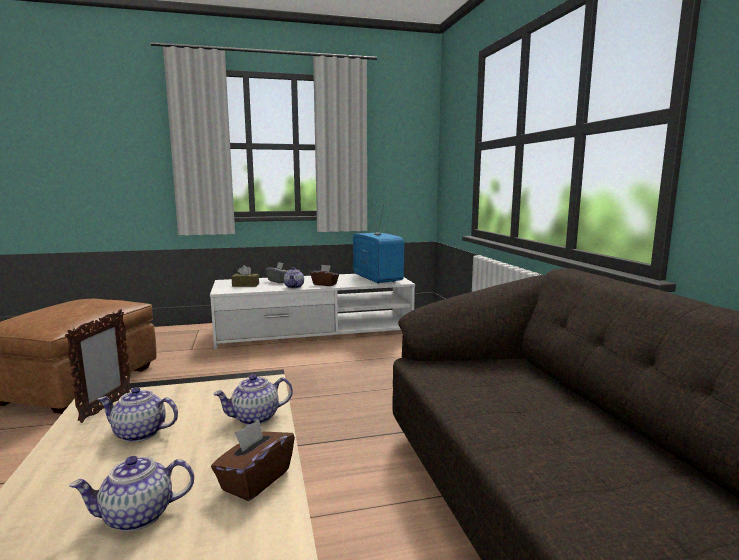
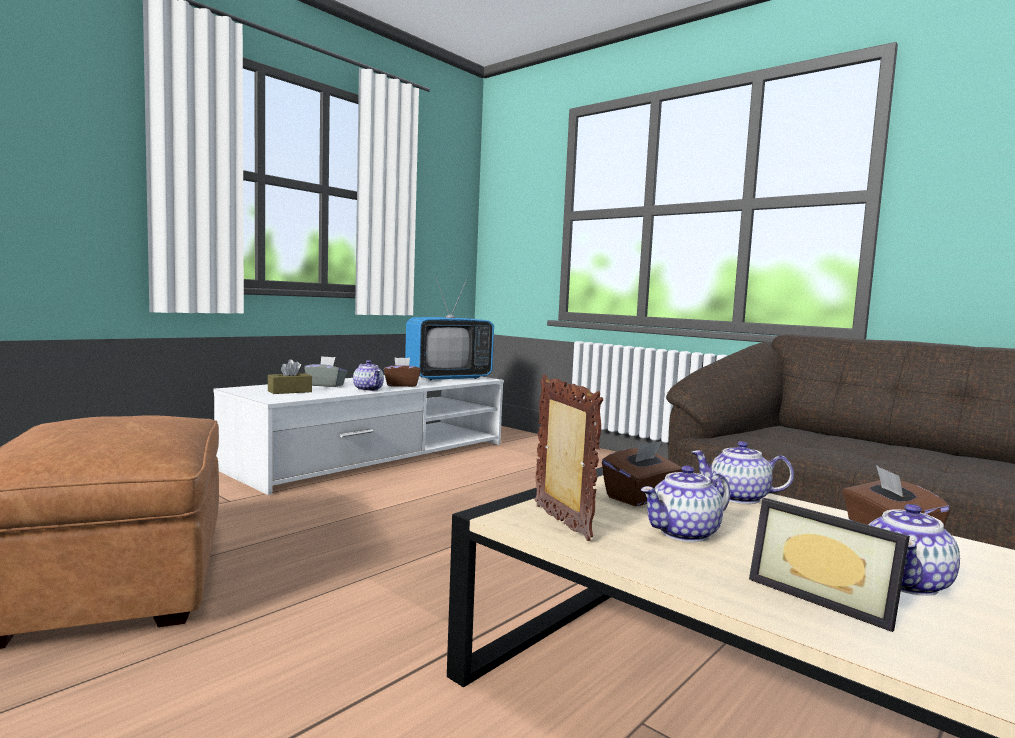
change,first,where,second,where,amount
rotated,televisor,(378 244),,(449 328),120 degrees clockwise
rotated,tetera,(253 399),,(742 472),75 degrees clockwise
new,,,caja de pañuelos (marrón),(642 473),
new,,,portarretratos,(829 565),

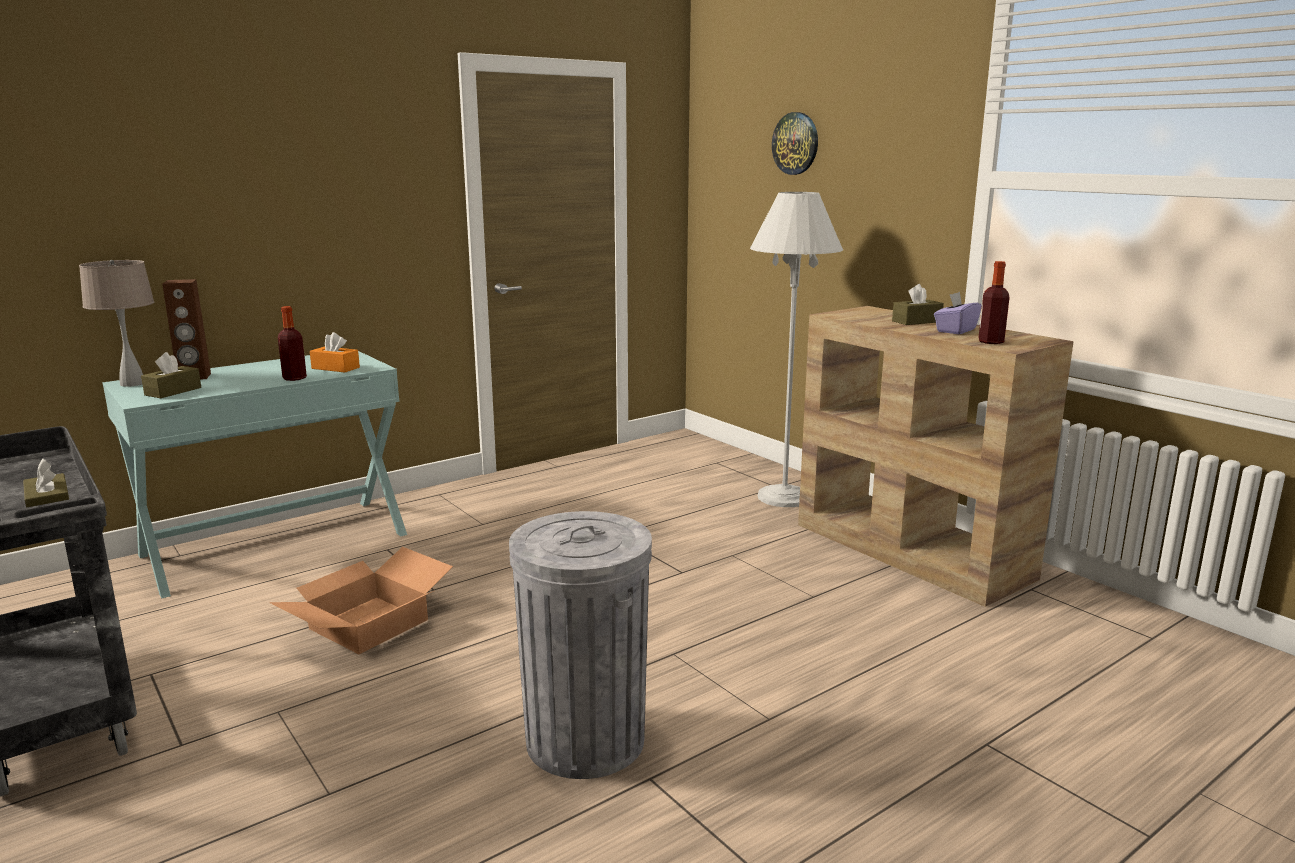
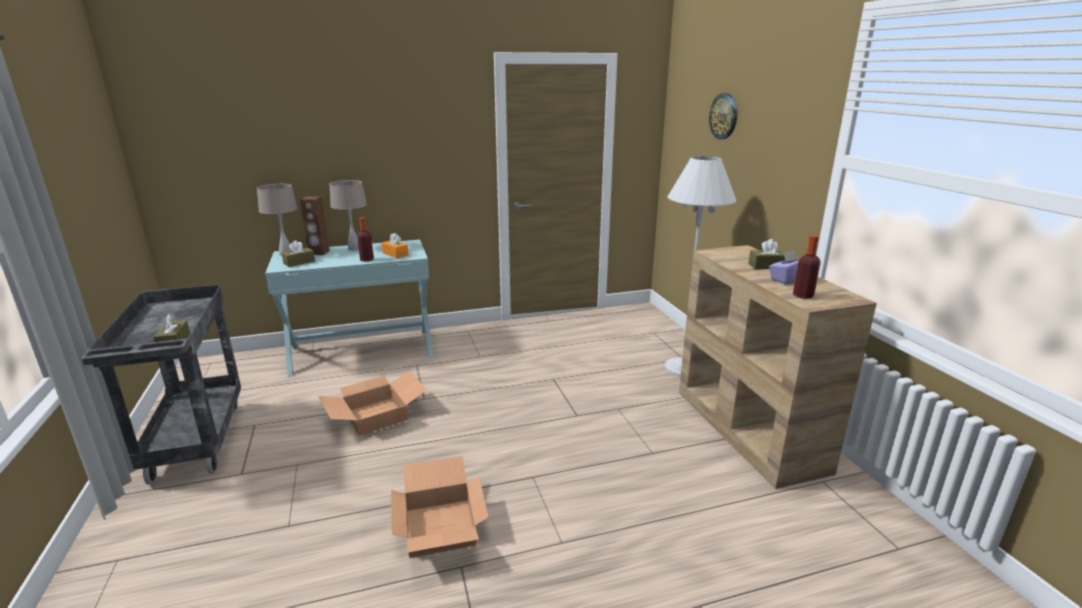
change,first,where,second,where,amount
swapped,papelera (gris),(580 645),caja de cartón,(439 507),
new,,,lámpara de mesa (beis),(348 215),

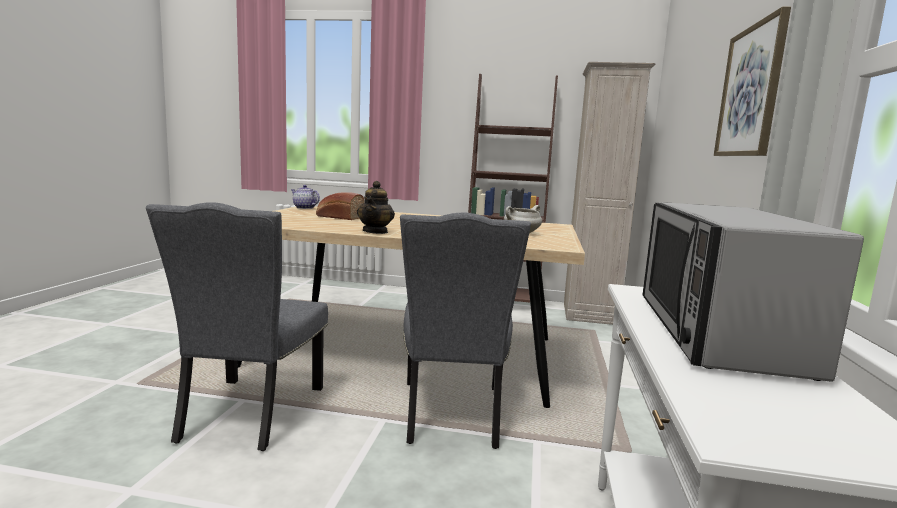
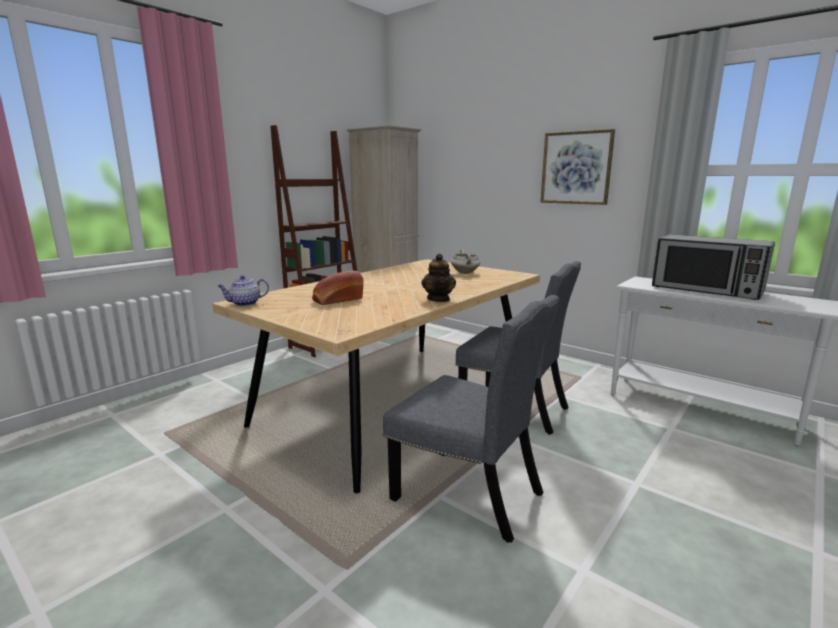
change,first,where,second,where,amount
rotated,tetera,(376 207),,(438 278),45 degrees clockwise

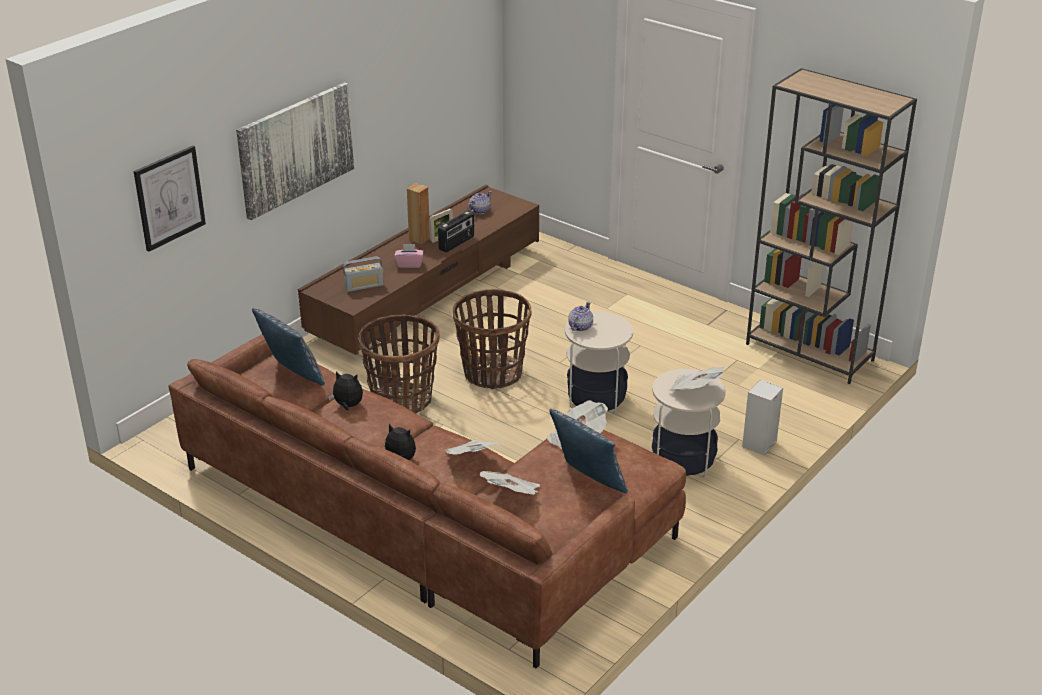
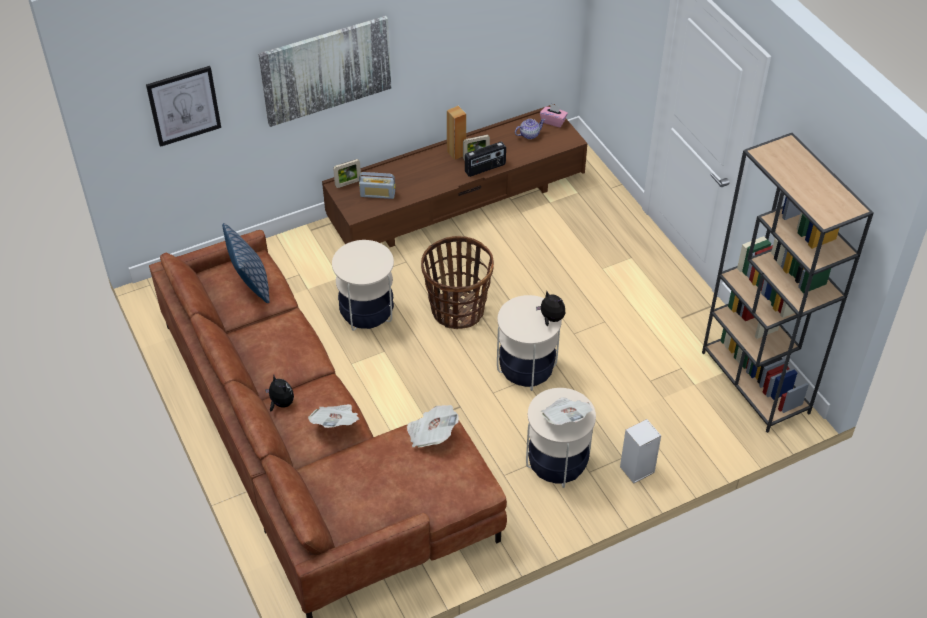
change,first,where,second,where,amount
shifted,caja de pañuelos (rosa),(409 256),,(554 115),
gone,tetera,(580 316),,,
swapped,cesta,(399 363),mesa auxiliar (beis),(363 285),
shifted,peluche,(345 390),,(550 308),
gone,cojín,(588 451),,,
gone,periódico,(510 483),,,
new,,,portarretratos,(347 173),

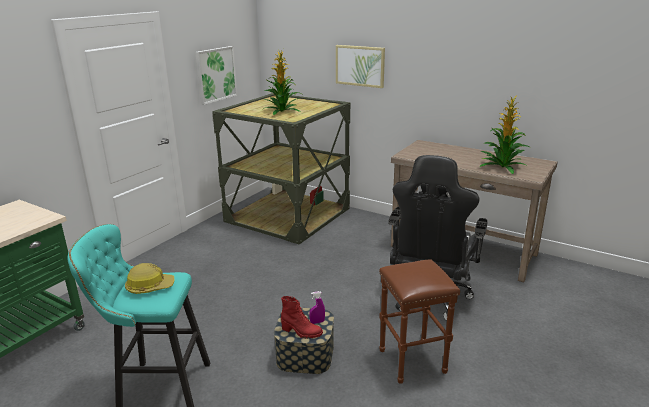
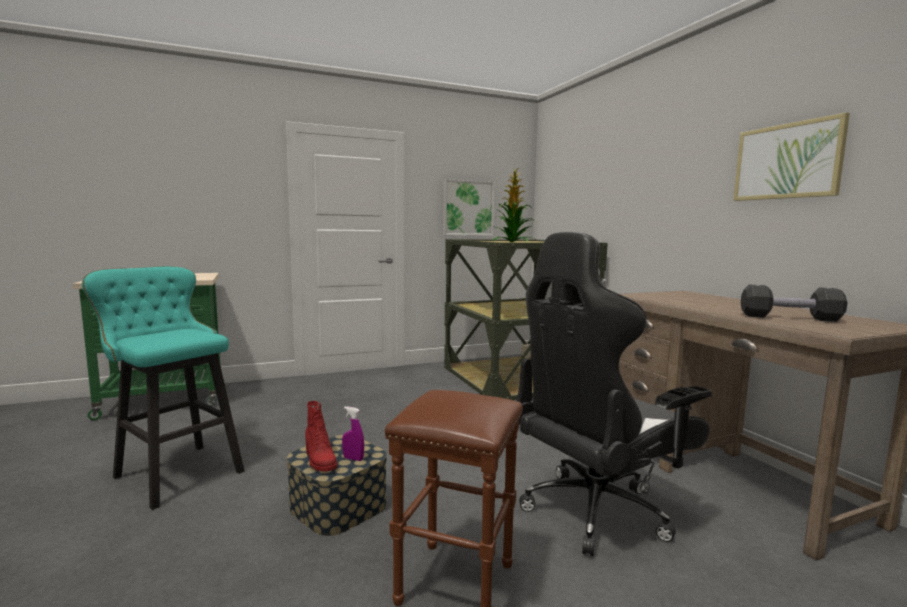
change,first,where,second,where,amount
shifted,cuadro,(360 66),,(791 156),
swapped,planta en maceta,(505 134),mancuerna (negro),(794 303),
gone,casco,(149 278),,,

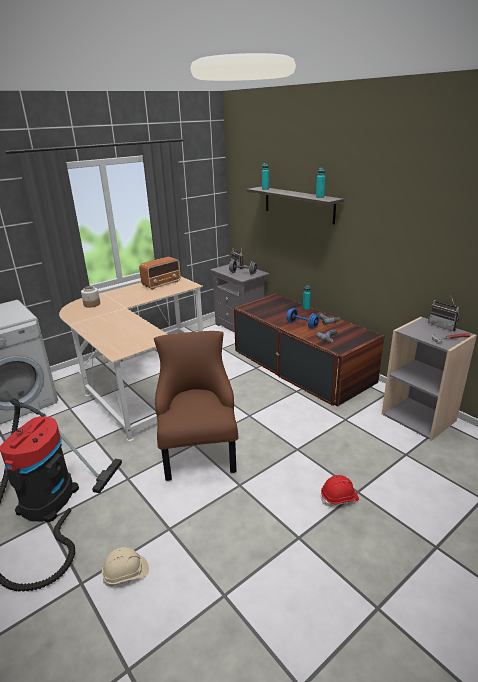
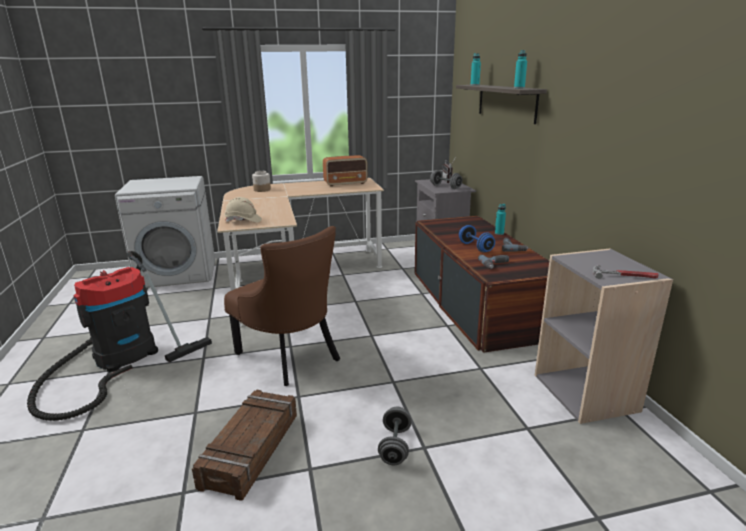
change,first,where,second,where,amount
gone,radio,(444 313),,,
rotated,silla (marrón),(196 406),,(282 306),120 degrees clockwise
swapped,casco (rojo),(340 490),mancuerna (gris),(395 436),
shifted,casco (beis),(125 566),,(243 210),
new,,,caja de embalaje,(244 445),

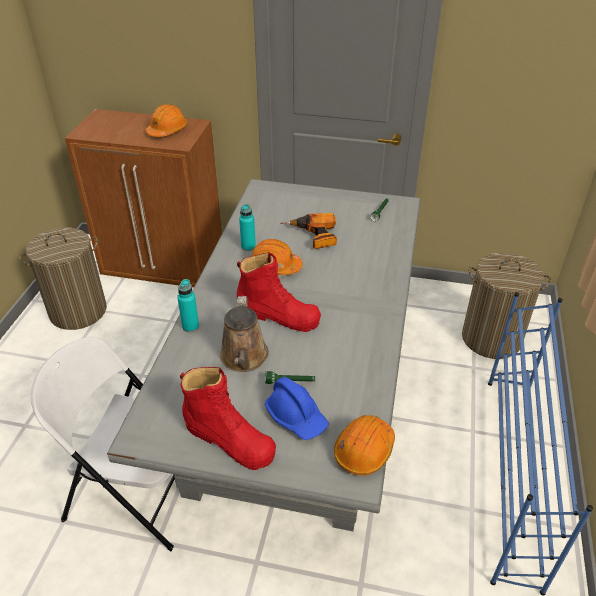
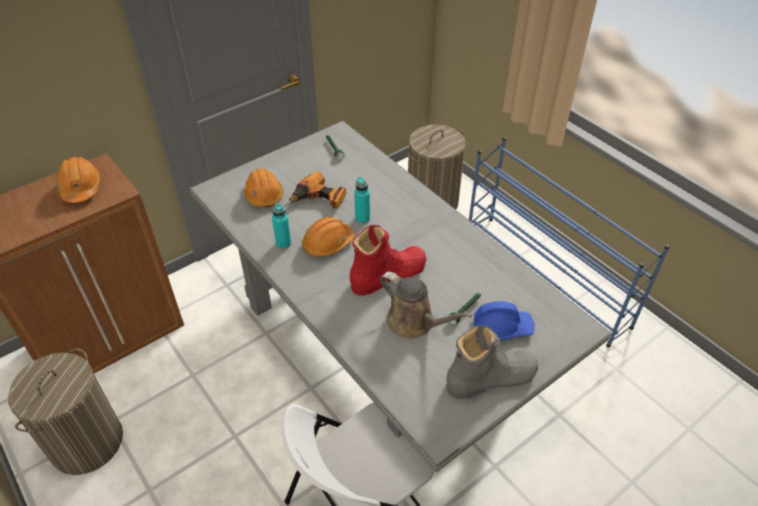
change,first,where,second,where,amount
shifted,botella (turquesa),(188 305),,(362 200),
repainted,bota (rojo),(228 418),bota (gris),(492 362),
shifted,casco (naranja),(364 445),,(263 188),

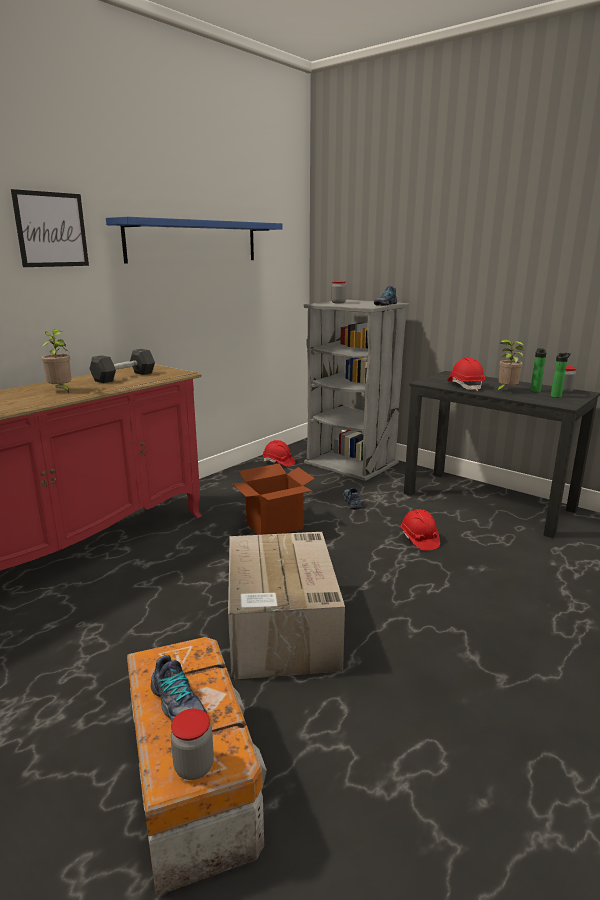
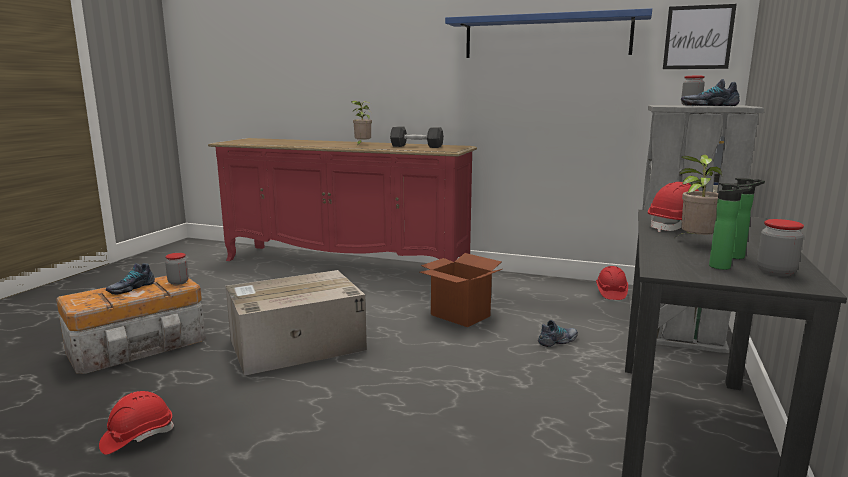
change,first,where,second,where,amount
shifted,cuadro,(50 228),,(700 36),
shifted,casco (rojo),(420 530),,(136 423),
shifted,tarro,(192 744),,(177 269),

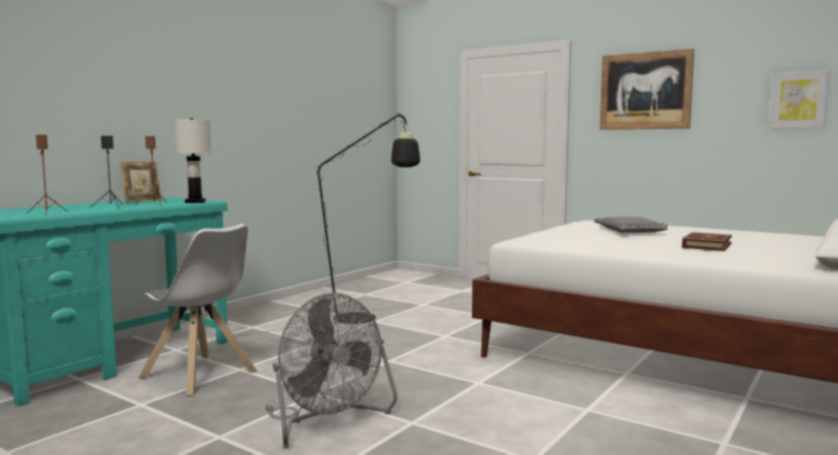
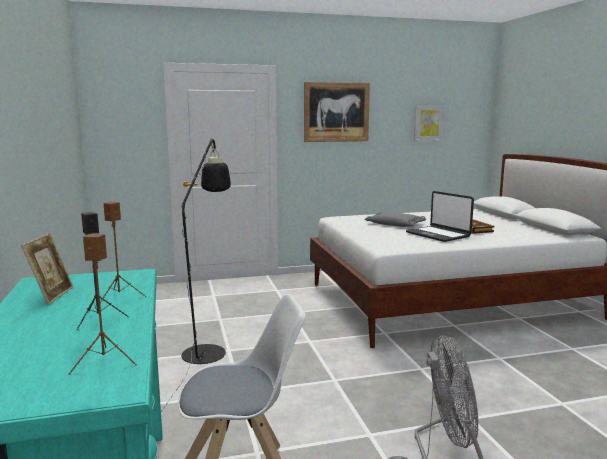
change,first,where,second,where,amount
gone,lámpara de mesa (blanco),(192 160),,,
new,,,portátil,(440 216),

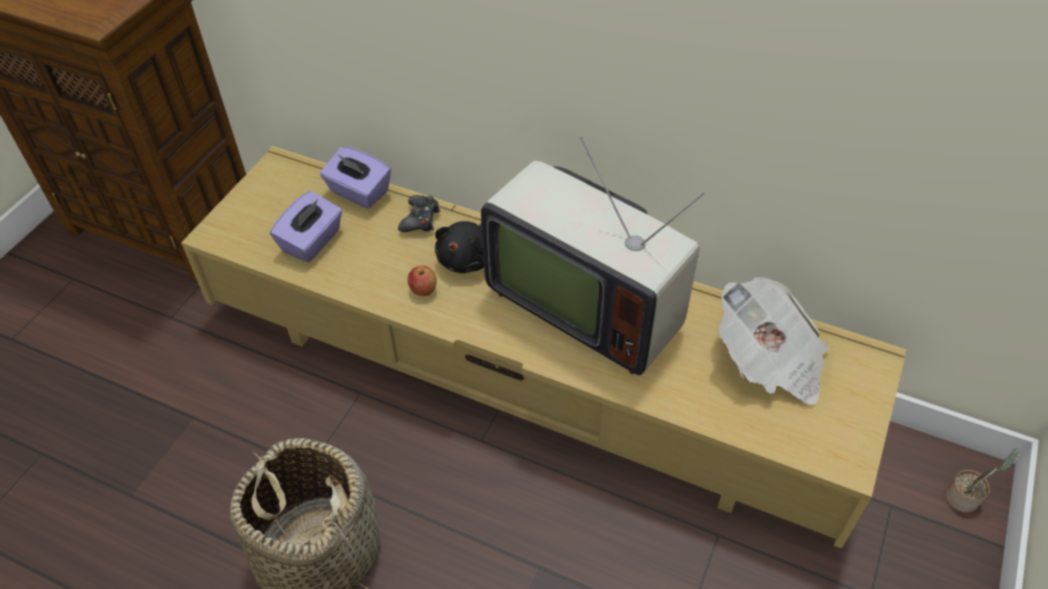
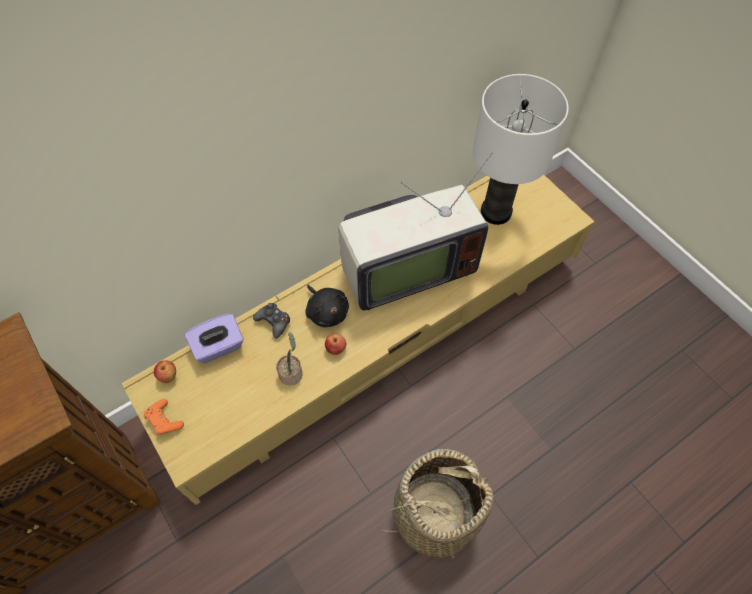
change,first,where,second,where,amount
gone,caja de pañuelos (morado),(306 226),,,
swapped,periódico,(773 341),lámpara de mesa (blanco),(520 149),
shifted,planta en maceta,(981 481),,(289 358),
new,,,manzana,(165 371),
new,,,mando de consola (naranja),(164 417),

